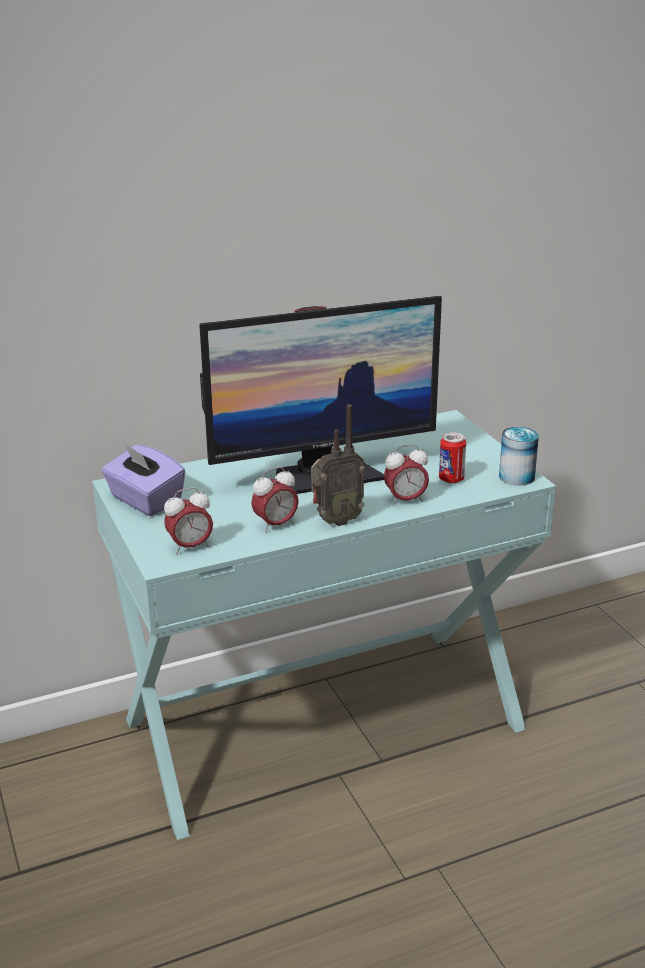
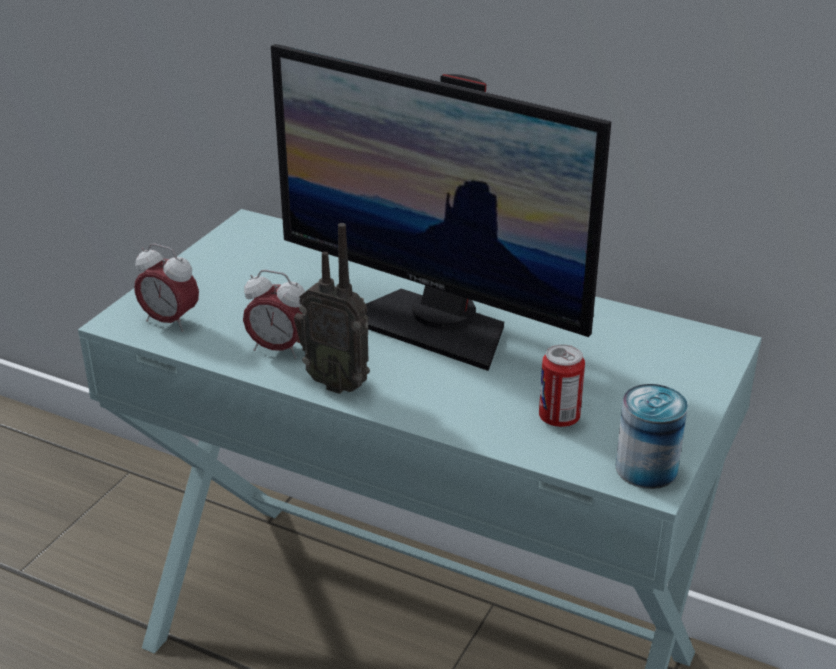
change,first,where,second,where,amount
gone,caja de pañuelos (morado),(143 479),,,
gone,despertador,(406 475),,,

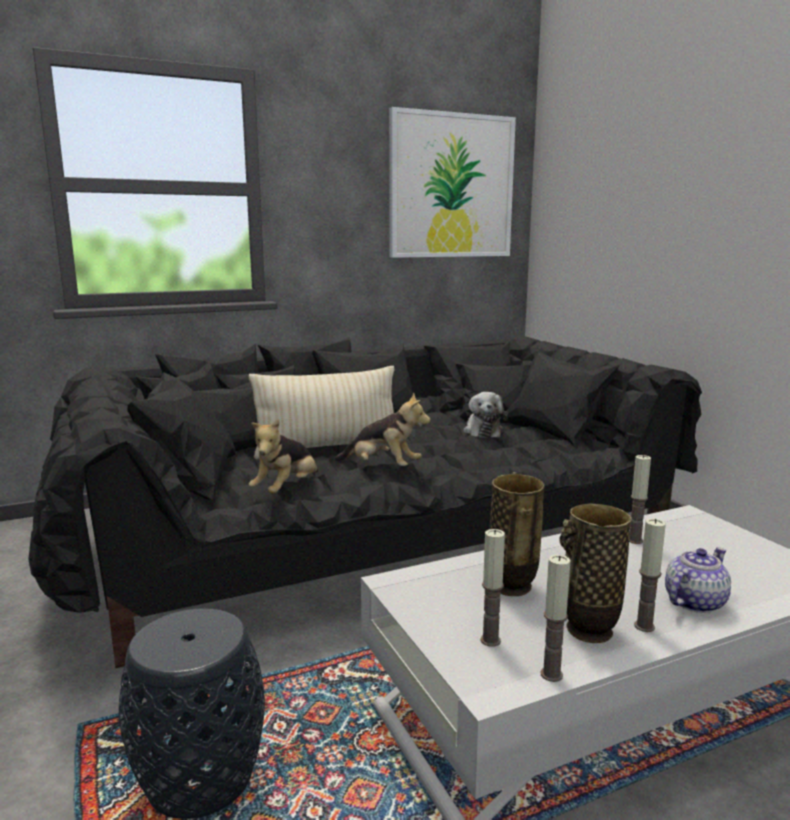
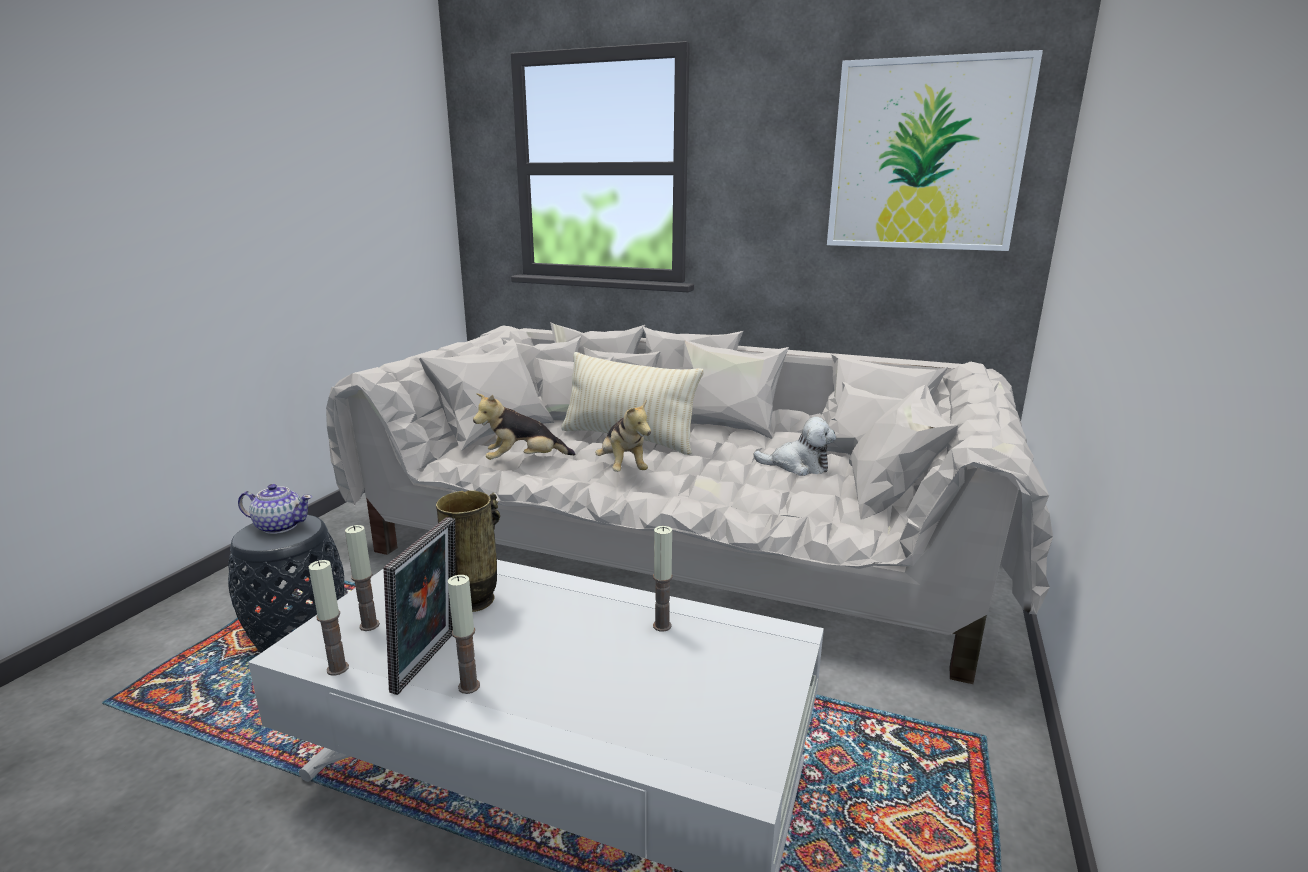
change,first,where,second,where,amount
repainted,sofá (negro),(365 501),sofá (blanco),(689 503),
rotated,peluche,(485 415),,(794 446),120 degrees counterclockwise
swapped,florero,(595 573),portarretratos,(419 606),
shifted,tetera,(698 580),,(275 509),

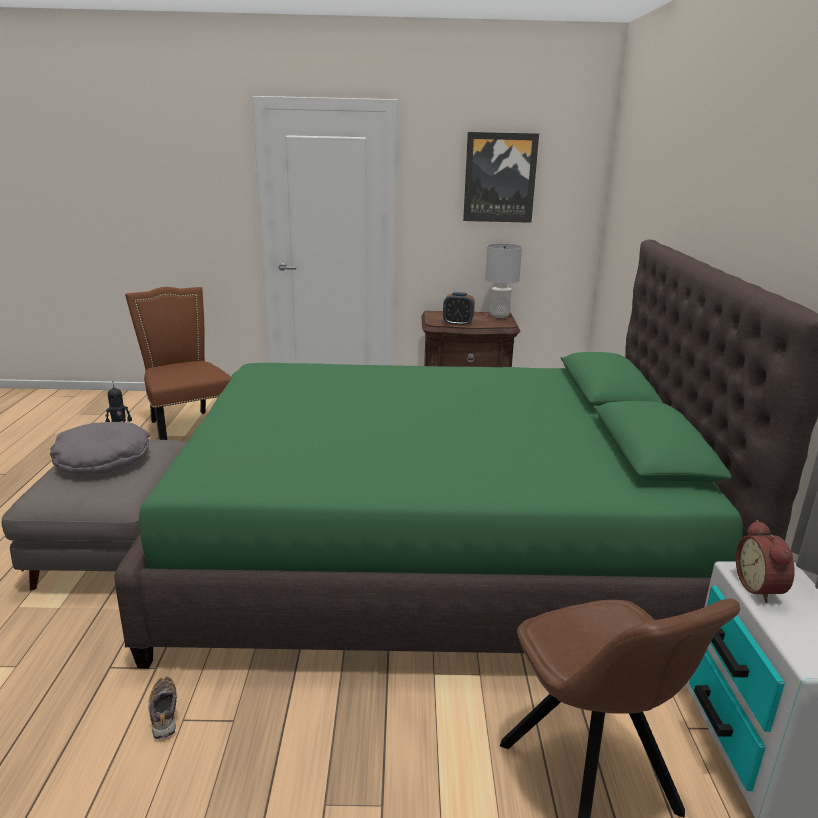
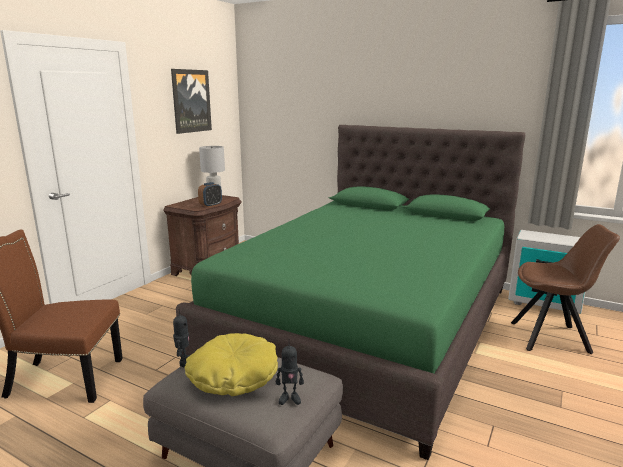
change,first,where,second,where,amount
repainted,cojín (gris),(100 448),cojín (amarillo),(231 364),
gone,despertador,(765 561),,,
gone,zapato,(162 708),,,
new,,,robot de juguete,(290 372),

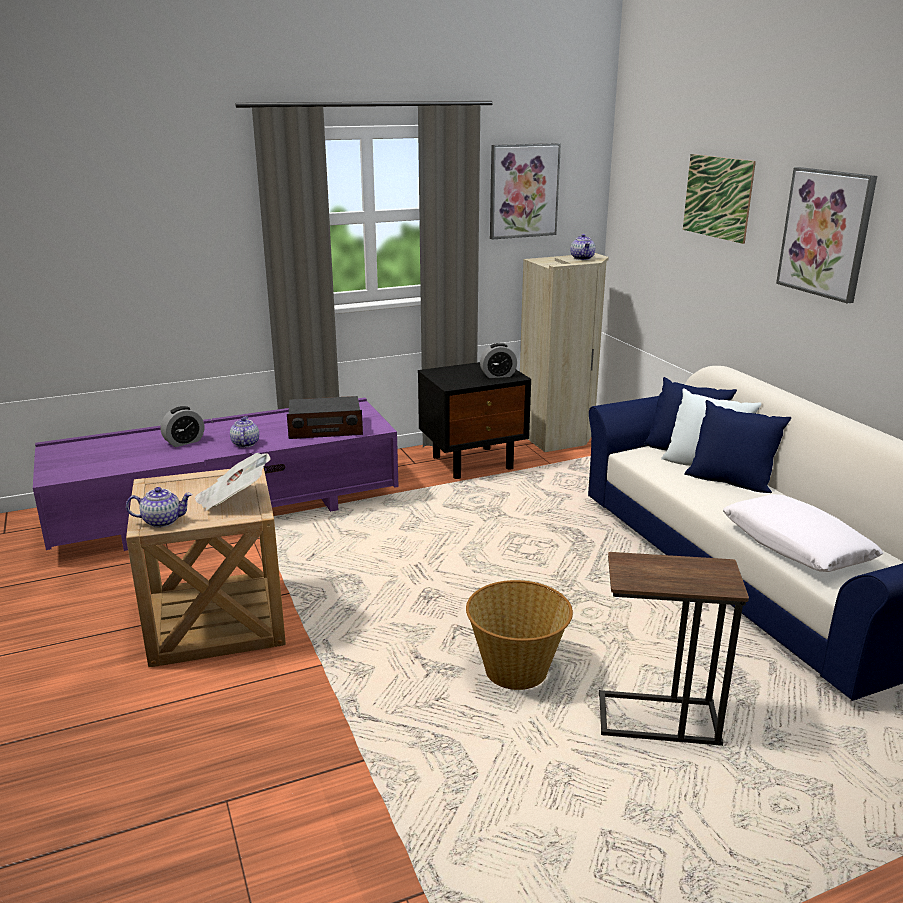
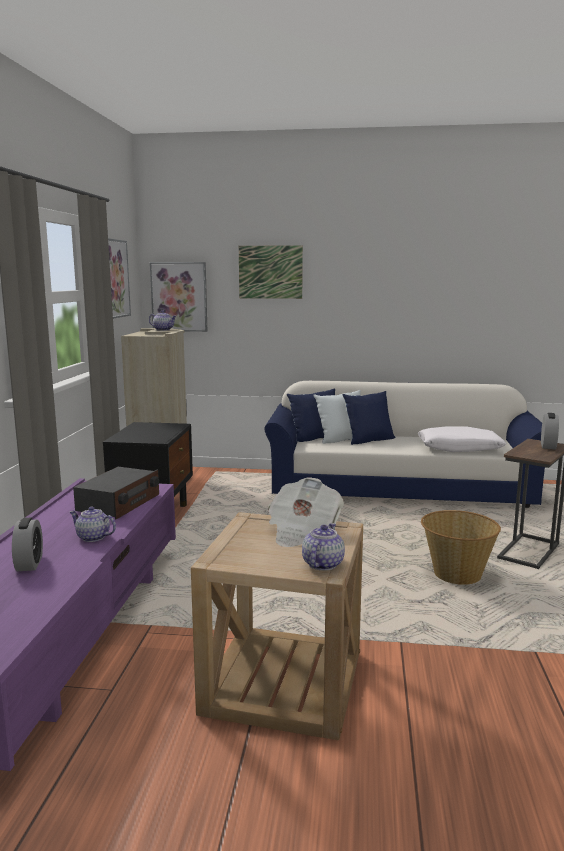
change,first,where,second,where,amount
shifted,cuadro,(826 235),,(178 297),
shifted,despertador,(498 360),,(550 431),

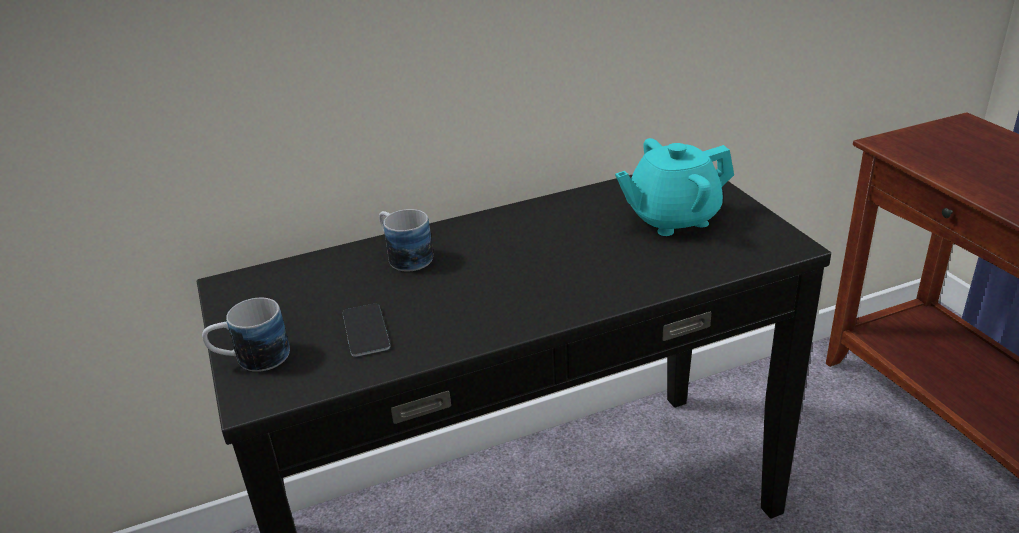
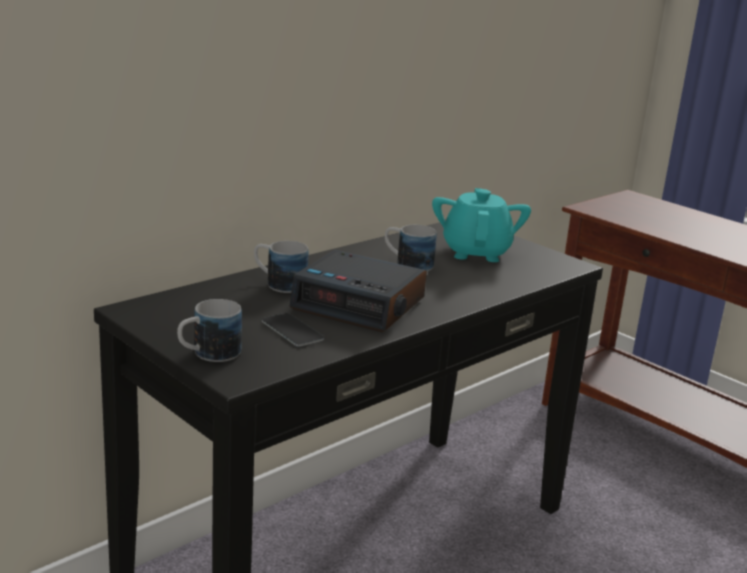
change,first,where,second,where,amount
rotated,tetera (turquesa),(674 187),,(481 225),135 degrees clockwise
new,,,taza grande,(411 248),
new,,,despertador,(358 291),

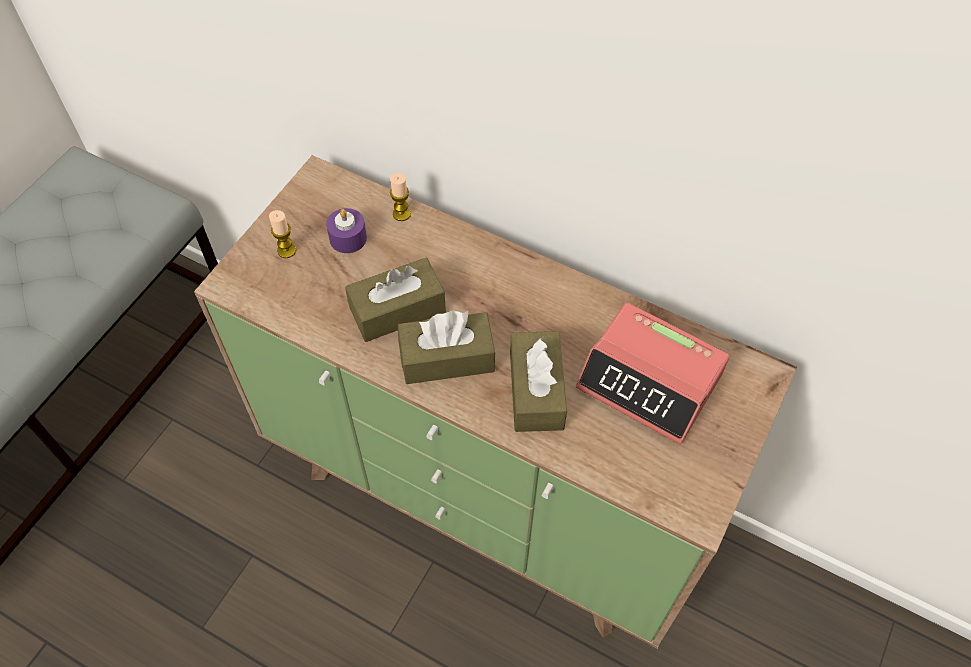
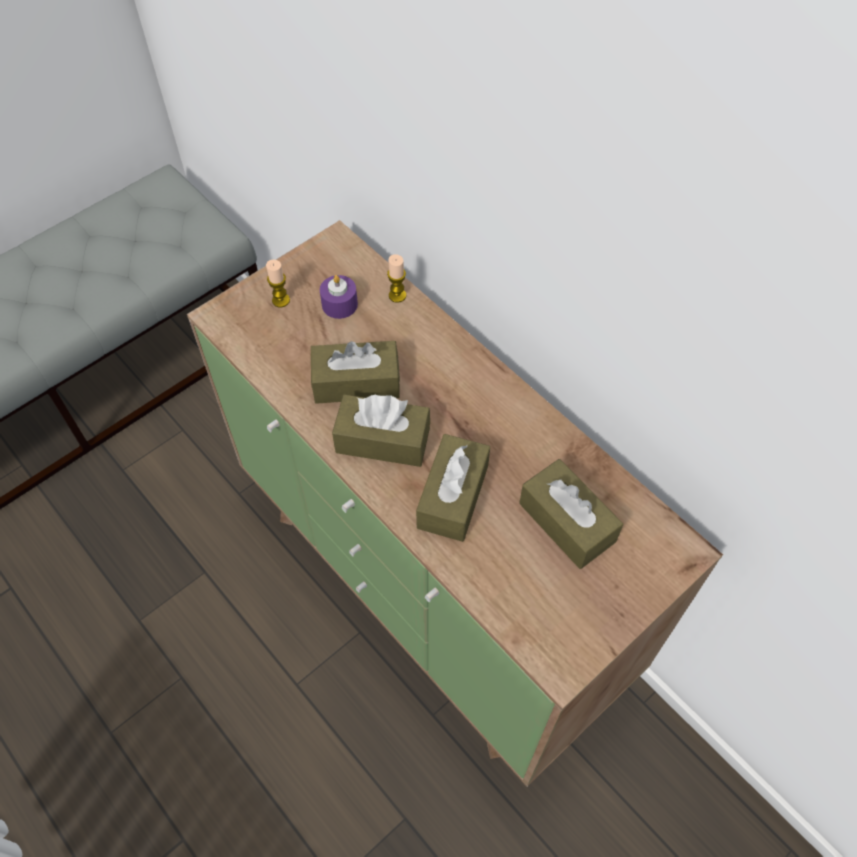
change,first,where,second,where,amount
swapped,despertador,(653 374),caja de pañuelos (marrón),(571 514),

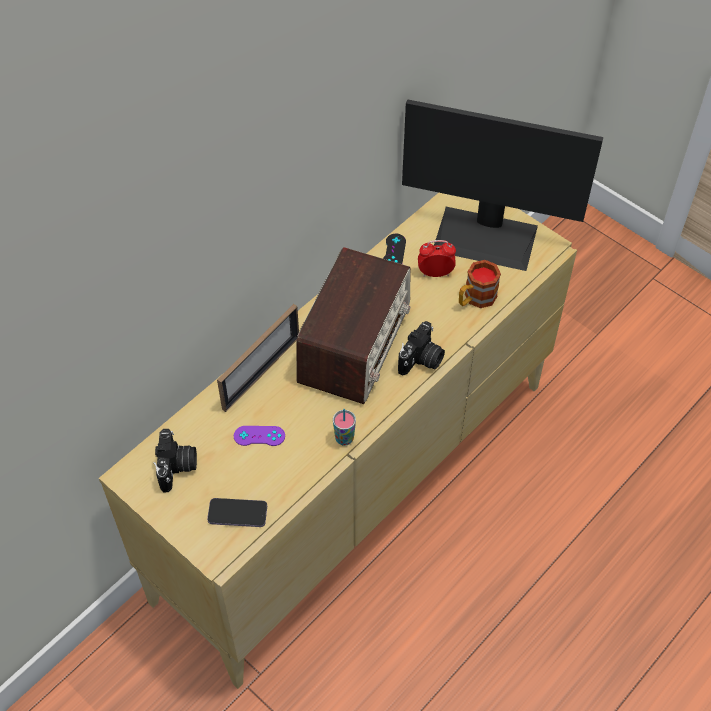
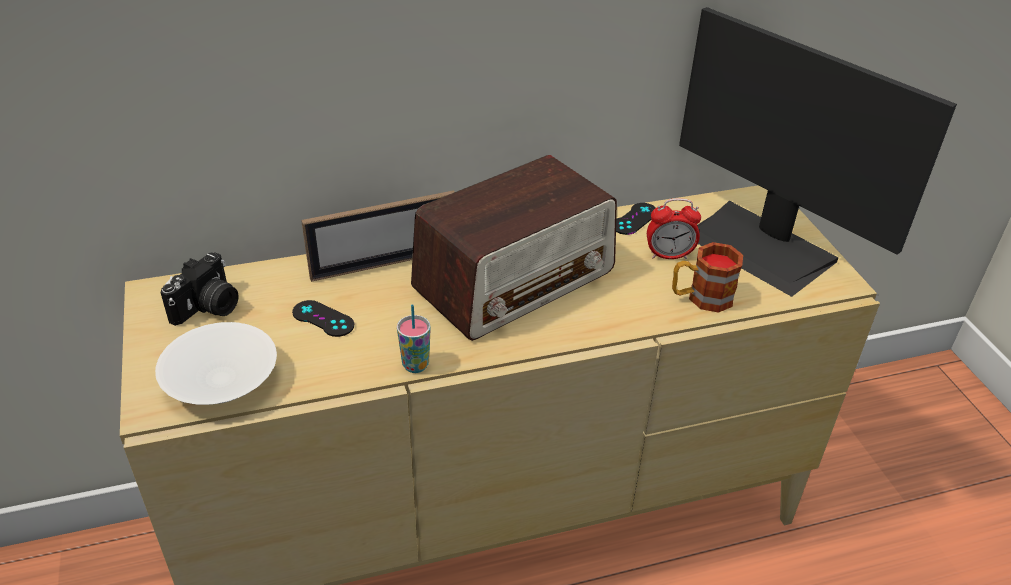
change,first,where,second,where,amount
rotated,despertador,(437 258),,(674 228),150 degrees clockwise
gone,cámara,(421 348),,,
repainted,mando de consola (morado),(259 436),mando de consola (negro),(323 318),
swapped,móvil,(237 512),cuenco (blanco),(216 363),

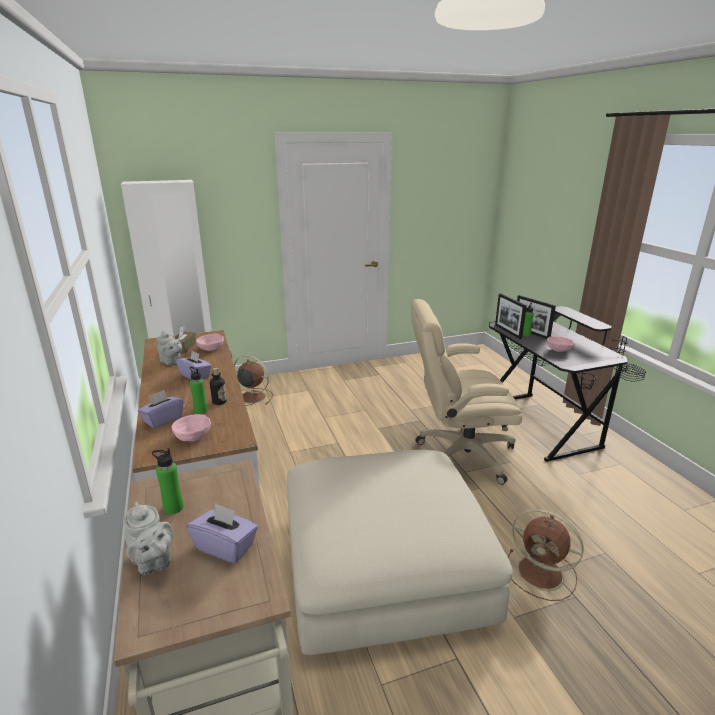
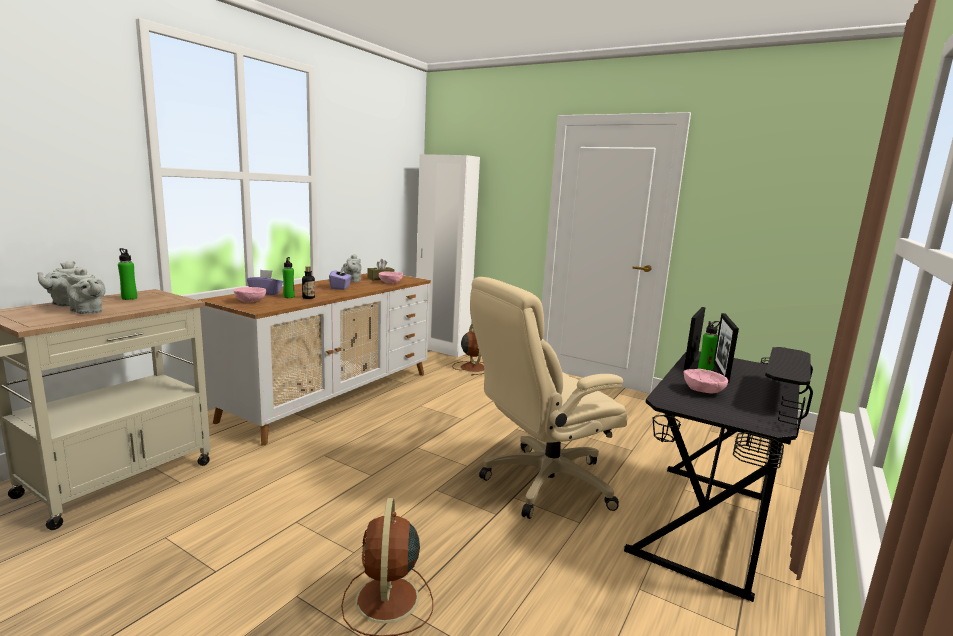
change,first,where,second,where,amount
rotated,silla de oficina (beis),(466 392),,(549 398),75 degrees counterclockwise
gone,puf (beis),(400 552),,,
swapped,caja de pañuelos (morado),(222 533),tetera (gris),(86 290),

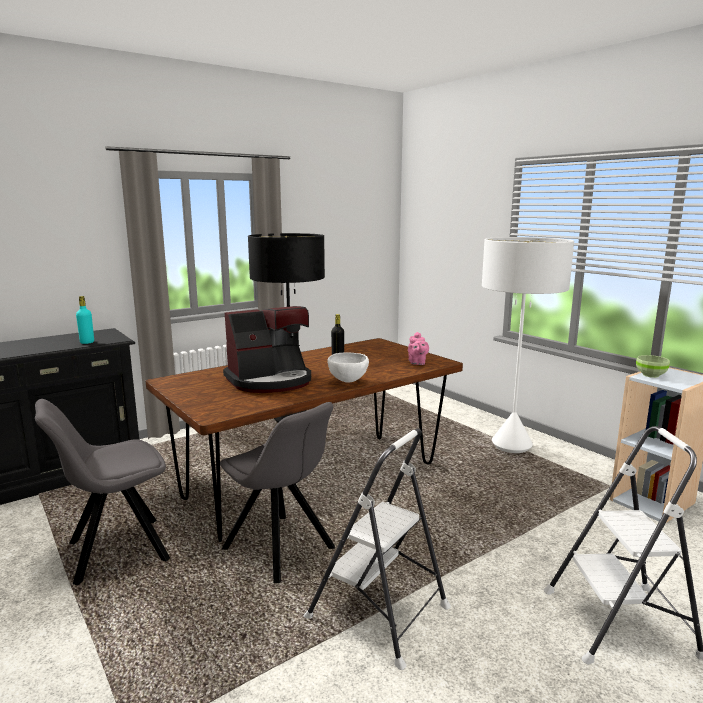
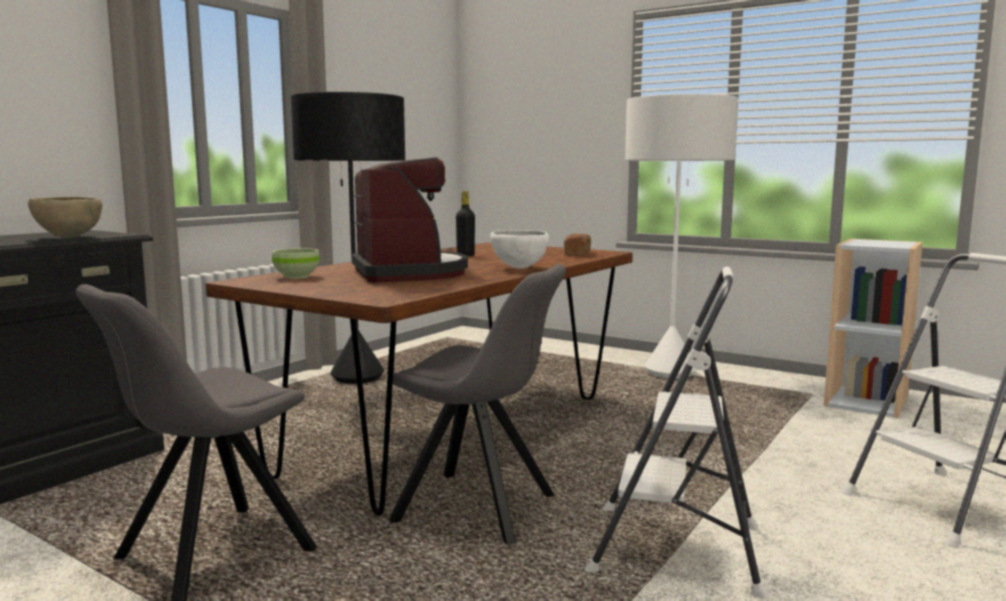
change,first,where,second,where,amount
swapped,botella (turquesa),(85 320),cuenco (marrón),(65 217),
rotated,cafetera,(267 349),,(409 220),60 degrees counterclockwise
swapped,tetera (rosa),(418 348),pan,(577 244),
shifted,cuenco (verde),(653 366),,(295 263),

